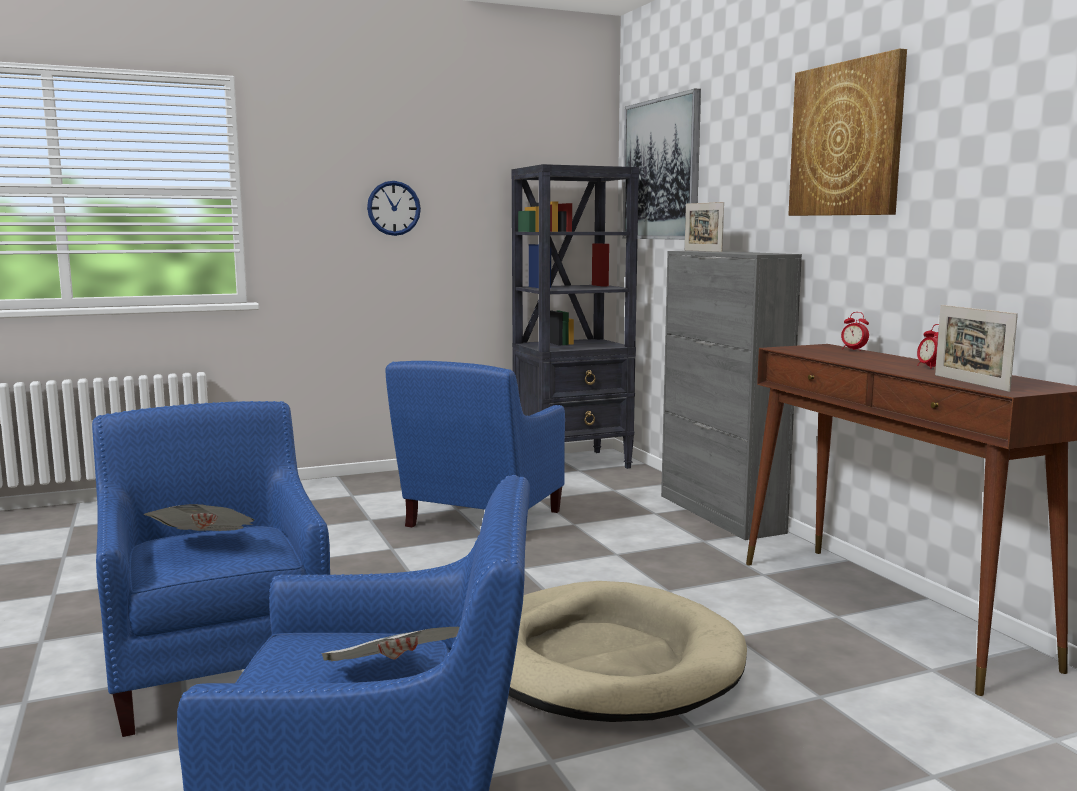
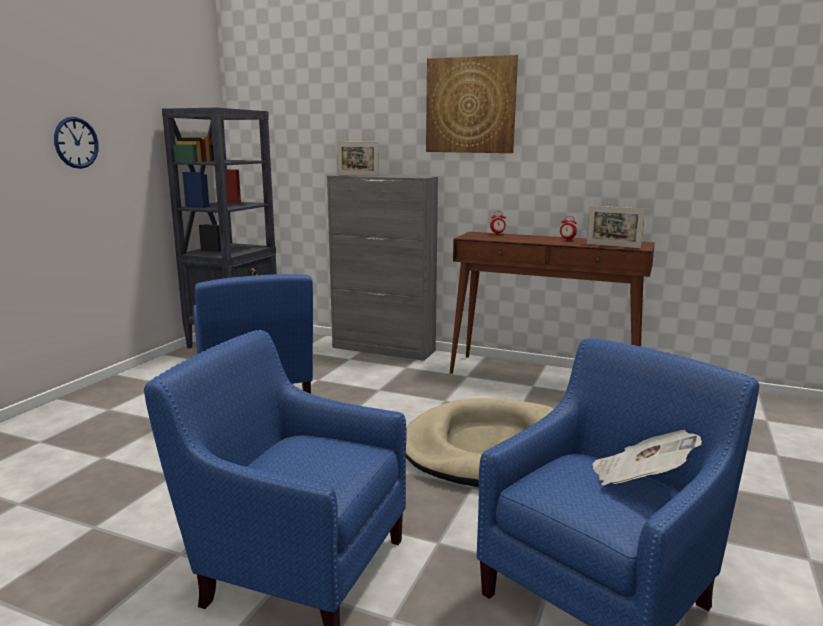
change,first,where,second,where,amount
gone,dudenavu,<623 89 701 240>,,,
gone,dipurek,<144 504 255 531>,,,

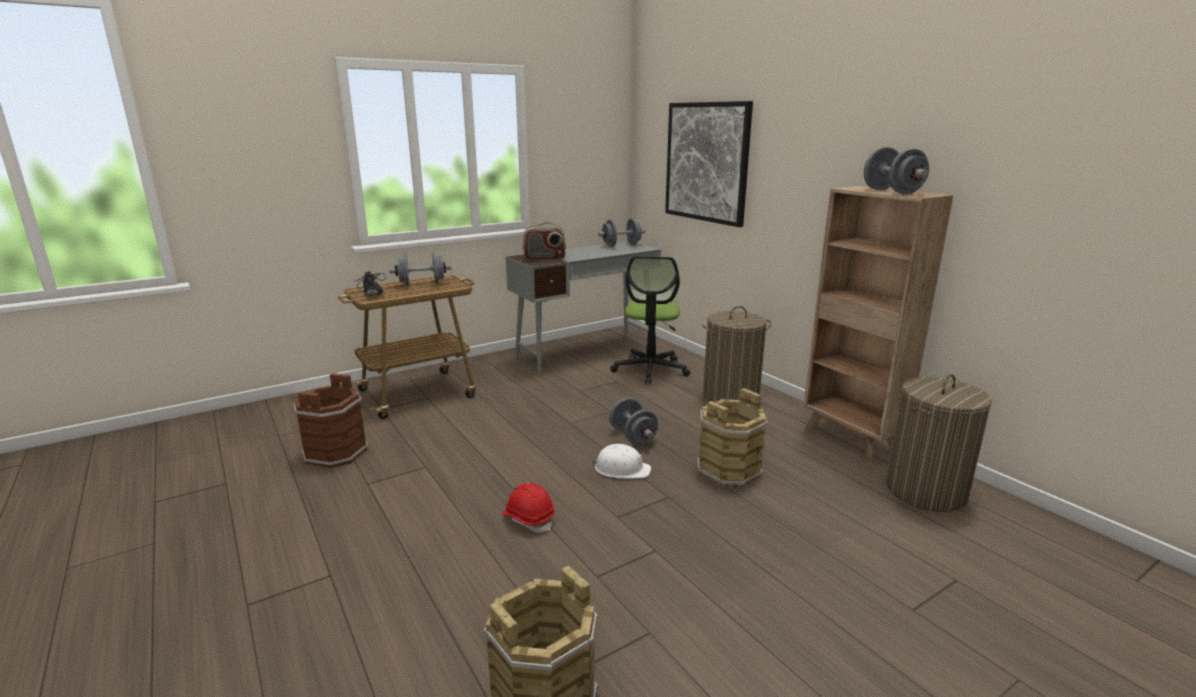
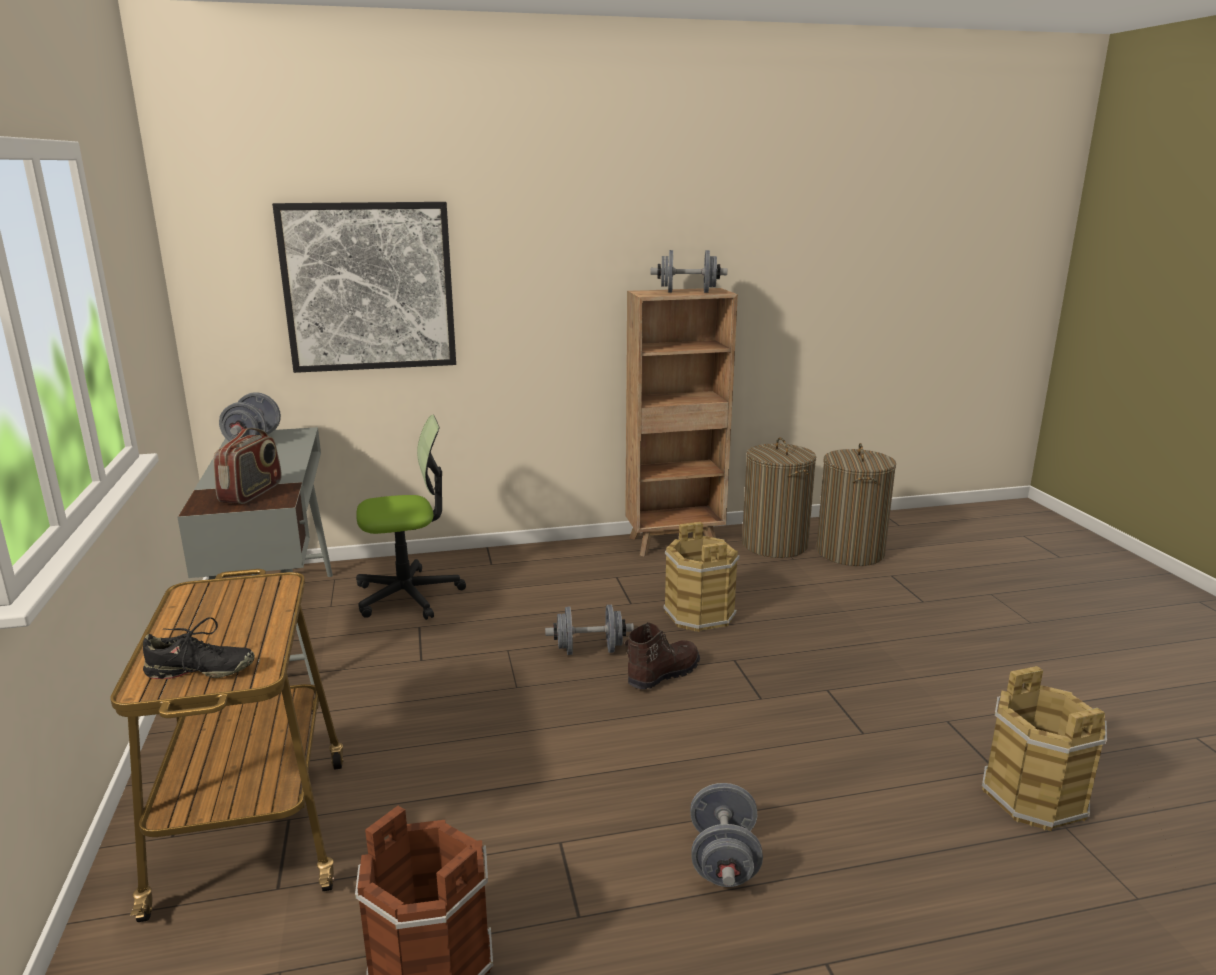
change,first,where,second,where,amount
shifted,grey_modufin,<389 252 452 286>,,<690 783 763 887>,
rotated,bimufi,<610 256 690 384>,,<356 415 466 620>,45 degrees counterclockwise
shifted,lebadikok,<702 306 771 405>,,<816 443 896 566>,
swapped,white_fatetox,<591 444 651 478>,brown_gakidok,<625 622 700 689>,
gone,red_fatetox,<502 483 555 533>,,,

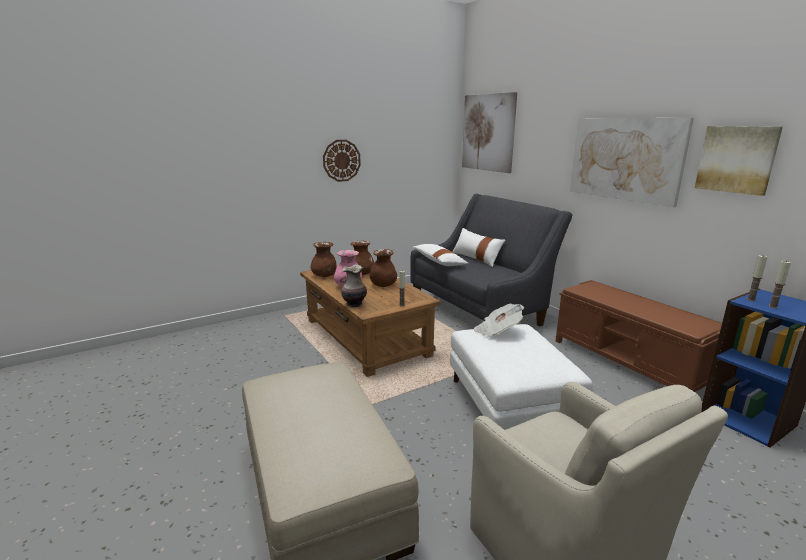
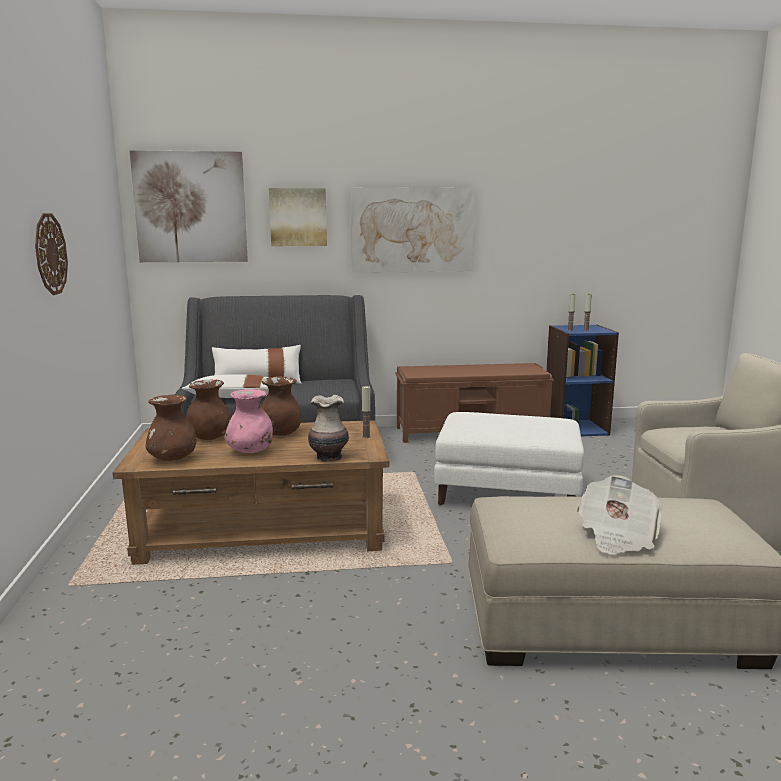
change,first,where,second,where,amount
shifted,dudenavu,<695 126 783 196>,,<269 188 327 246>,
shifted,dipurek,<474 304 524 337>,,<577 475 663 554>,

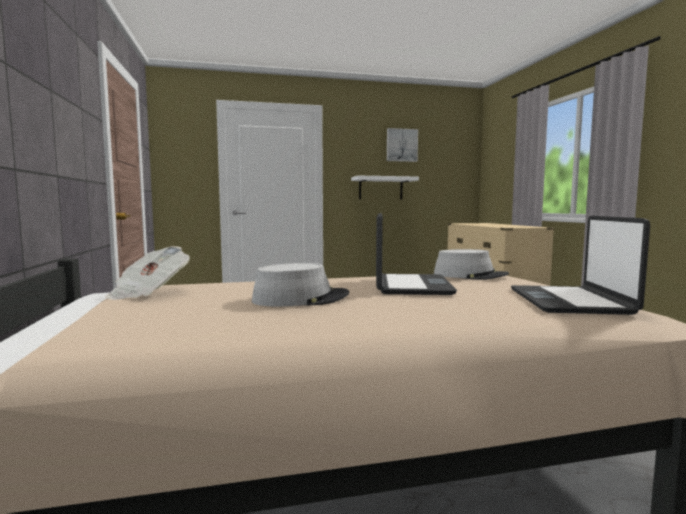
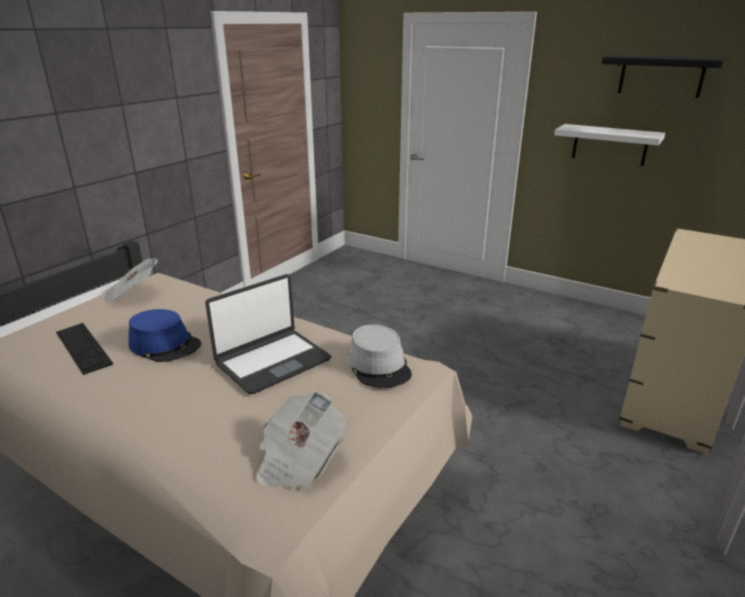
change,first,where,second,where,amount
swapped,dudenavu,<387 128 418 162>,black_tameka,<602 55 725 98>,
swapped,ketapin,<511 216 650 315>,dipurek,<256 391 347 489>,
repainted,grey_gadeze,<252 263 349 306>,blue_gadeze,<128 309 201 362>,
new,,,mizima,<56 323 113 375>,

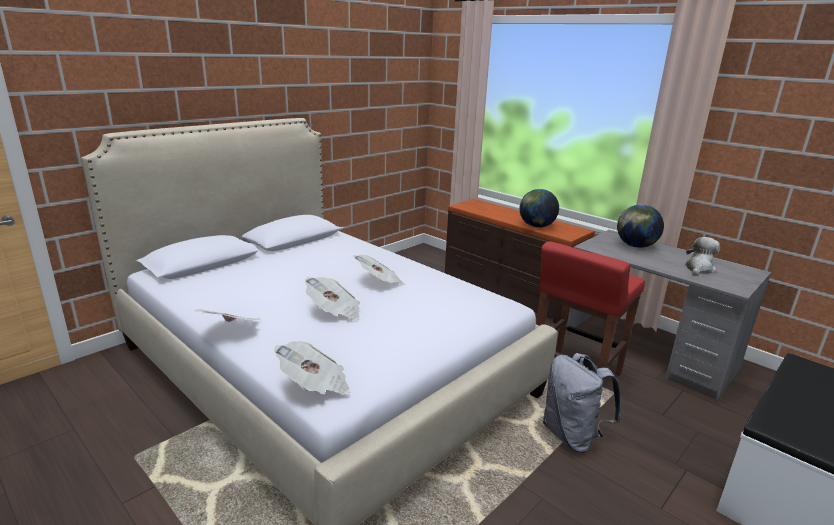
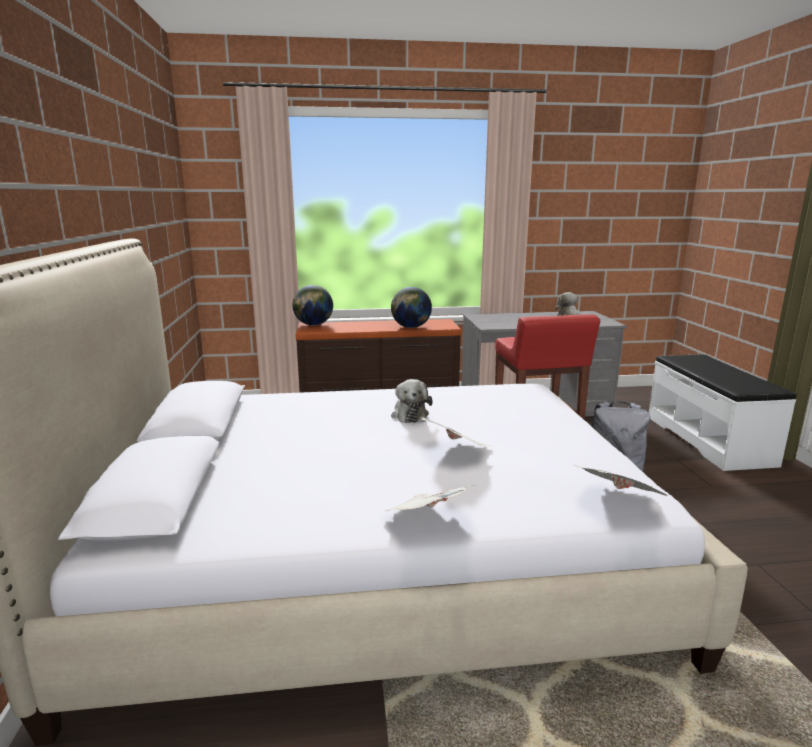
change,first,where,second,where,amount
shifted,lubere,<617 205 664 248>,,<293 285 333 326>,
swapped,dipurek,<353 255 406 285>,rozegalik,<391 379 432 423>,

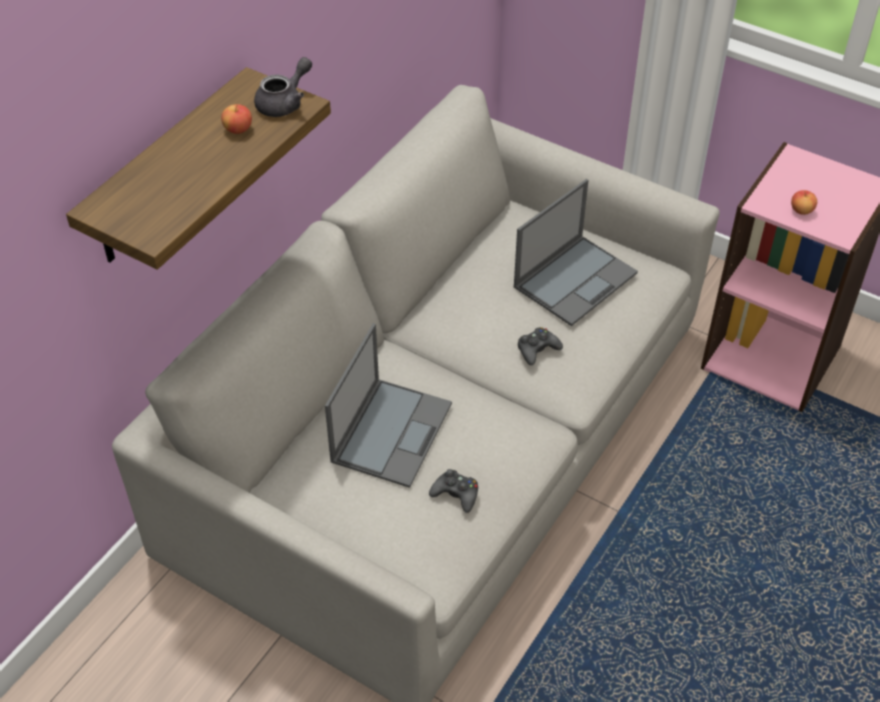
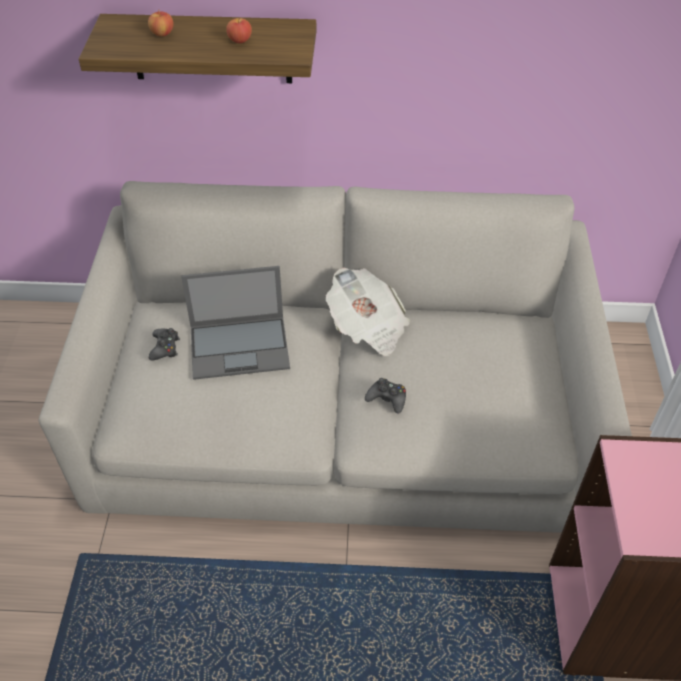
change,first,where,second,where,amount
gone,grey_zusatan,<254 57 312 117>,,,
gone,ketapin,<514 179 638 326>,,,
shifted,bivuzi,<791 190 817 215>,,<148 10 173 36>,
shifted,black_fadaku,<429 469 478 513>,,<149 328 180 360>,
new,,,dipurek,<326 267 410 356>,

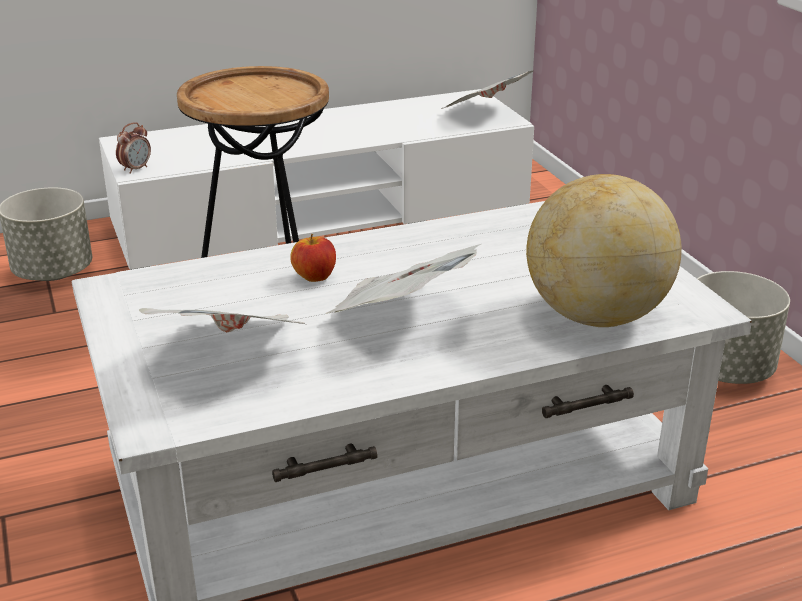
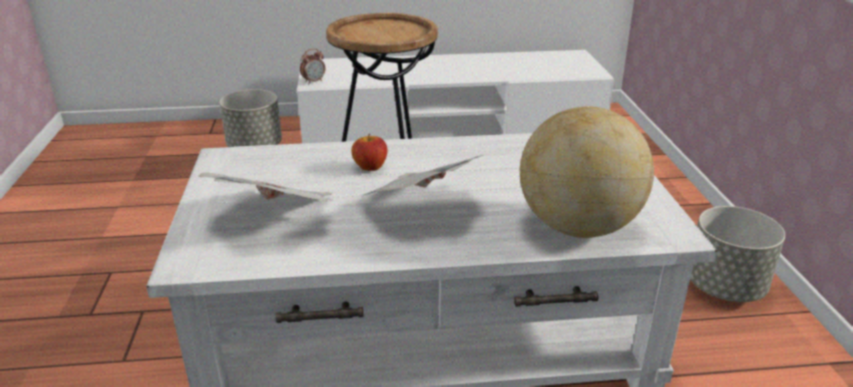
change,first,where,second,where,amount
gone,dipurek,<441 71 534 109>,,,

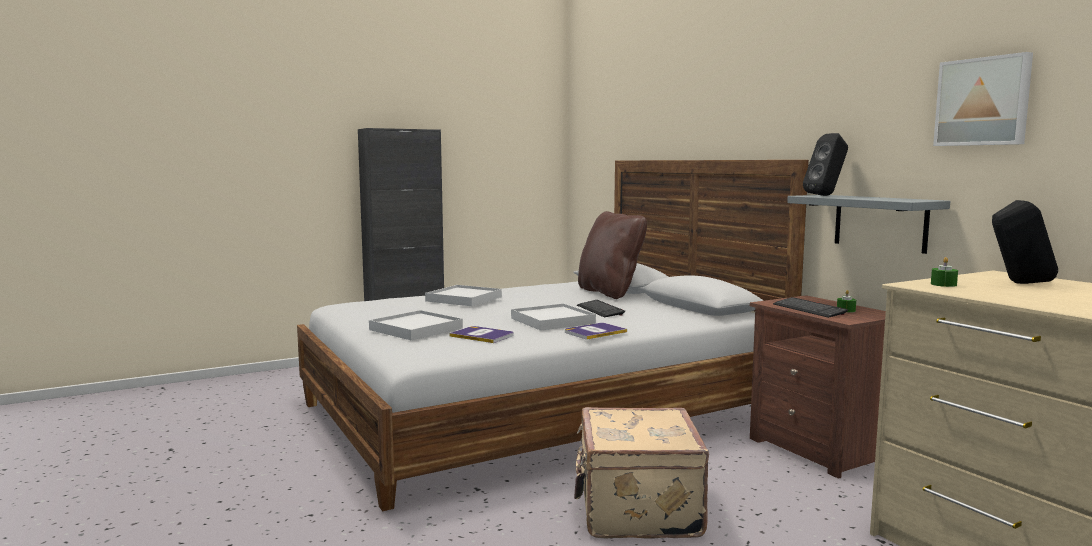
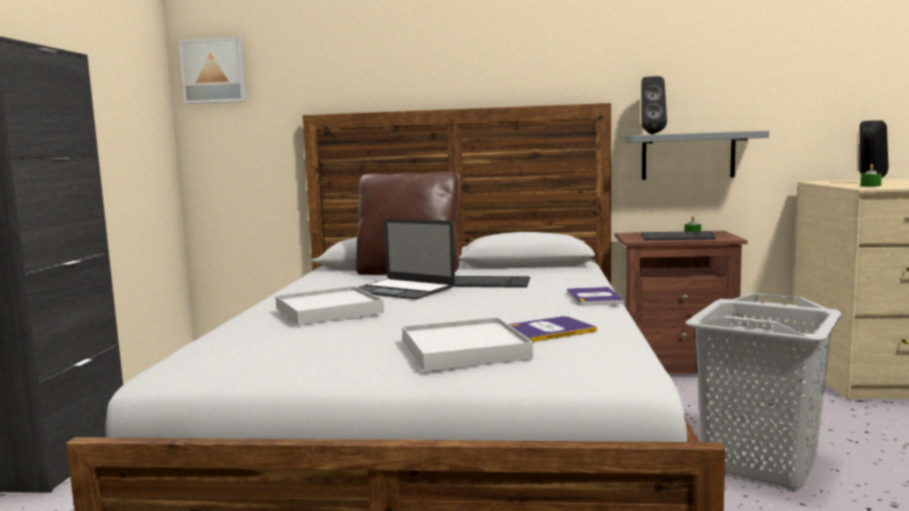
change,first,where,second,where,amount
shifted,dudenavu,<933 52 1033 146>,,<179 37 246 104>,
gone,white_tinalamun,<511 303 596 331>,,,
swapped,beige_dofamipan,<574 407 709 538>,grey_lebadikok,<685 293 842 488>,
new,,,ketapin,<357 218 455 299>,

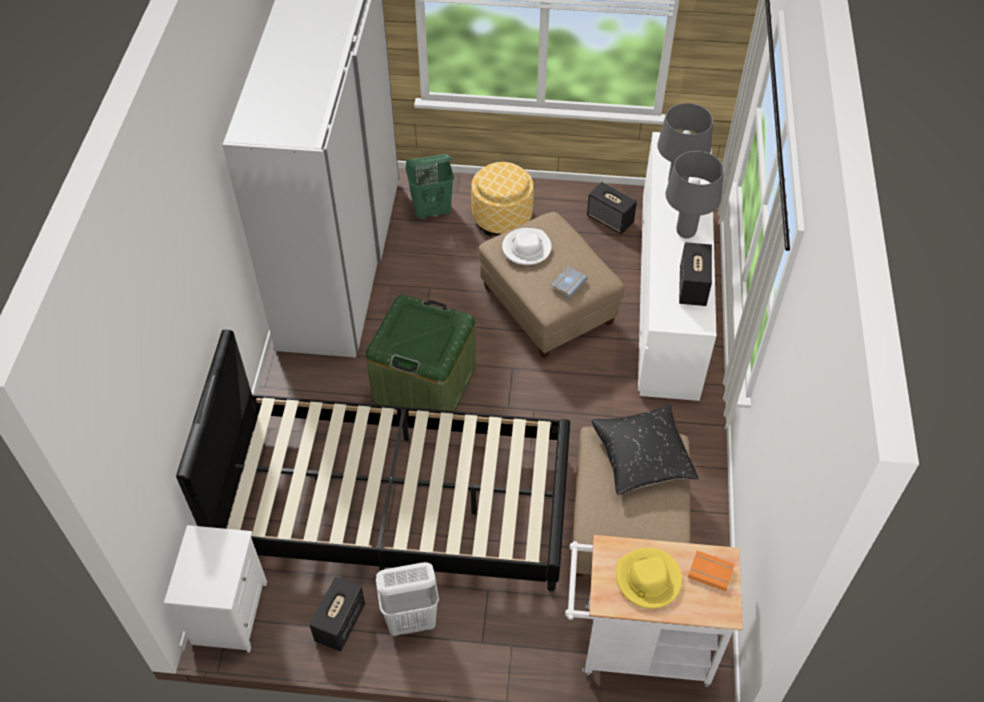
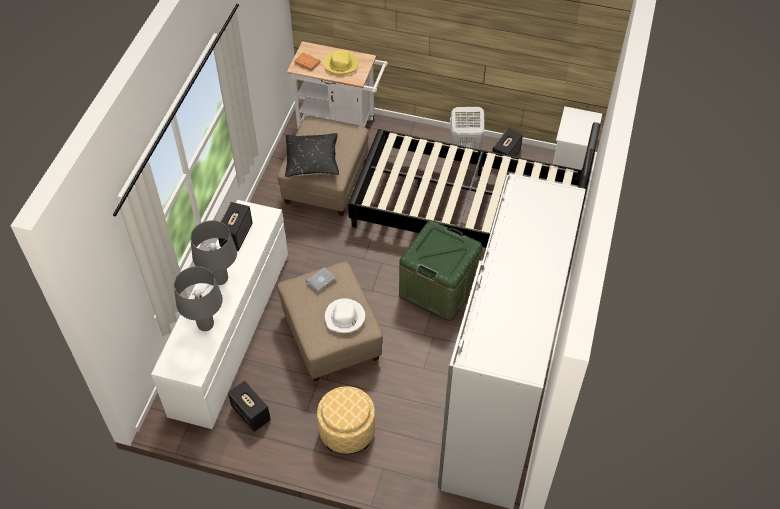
change,first,where,second,where,amount
gone,green_lebadikok,<405 154 454 219>,,,

